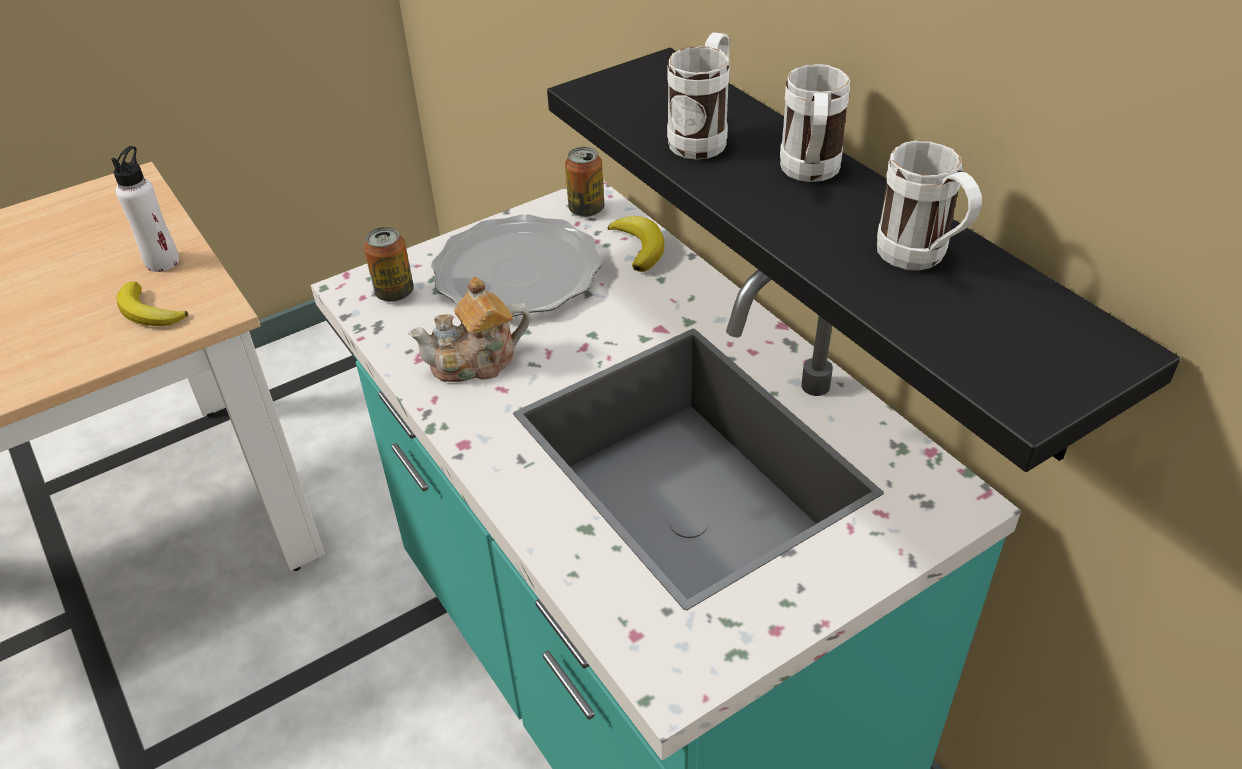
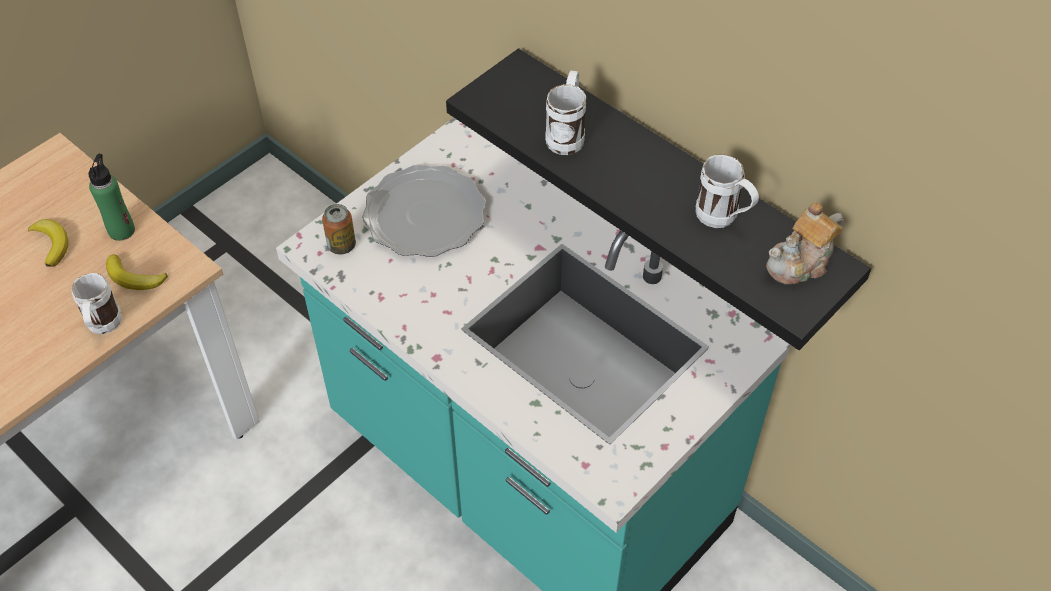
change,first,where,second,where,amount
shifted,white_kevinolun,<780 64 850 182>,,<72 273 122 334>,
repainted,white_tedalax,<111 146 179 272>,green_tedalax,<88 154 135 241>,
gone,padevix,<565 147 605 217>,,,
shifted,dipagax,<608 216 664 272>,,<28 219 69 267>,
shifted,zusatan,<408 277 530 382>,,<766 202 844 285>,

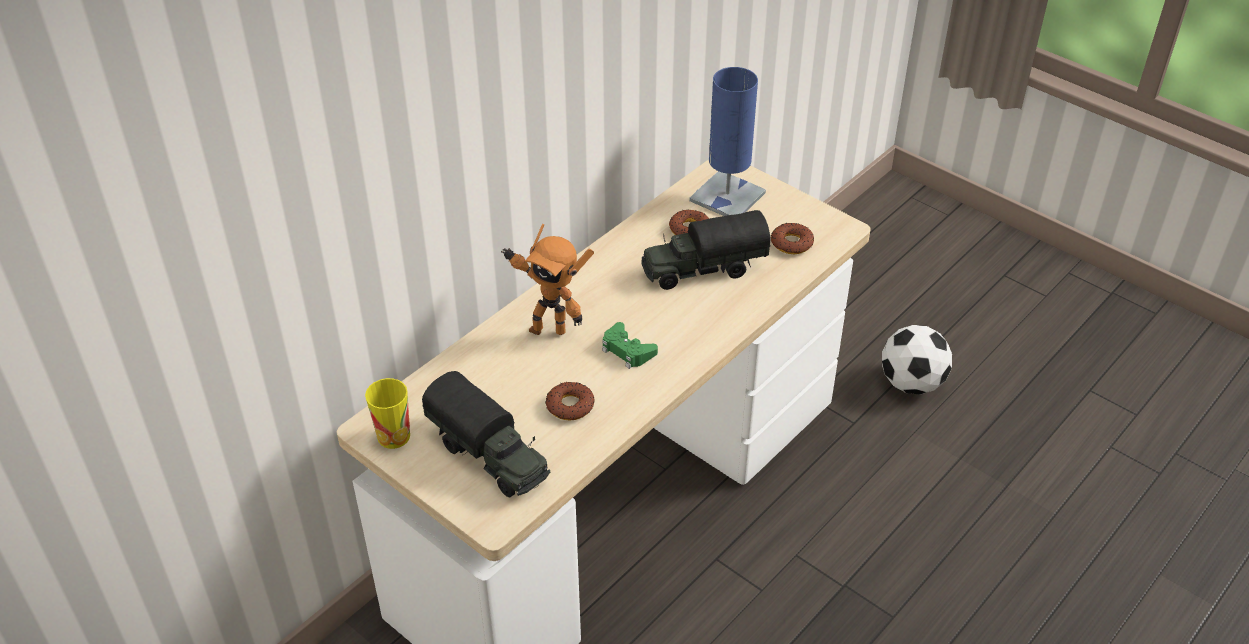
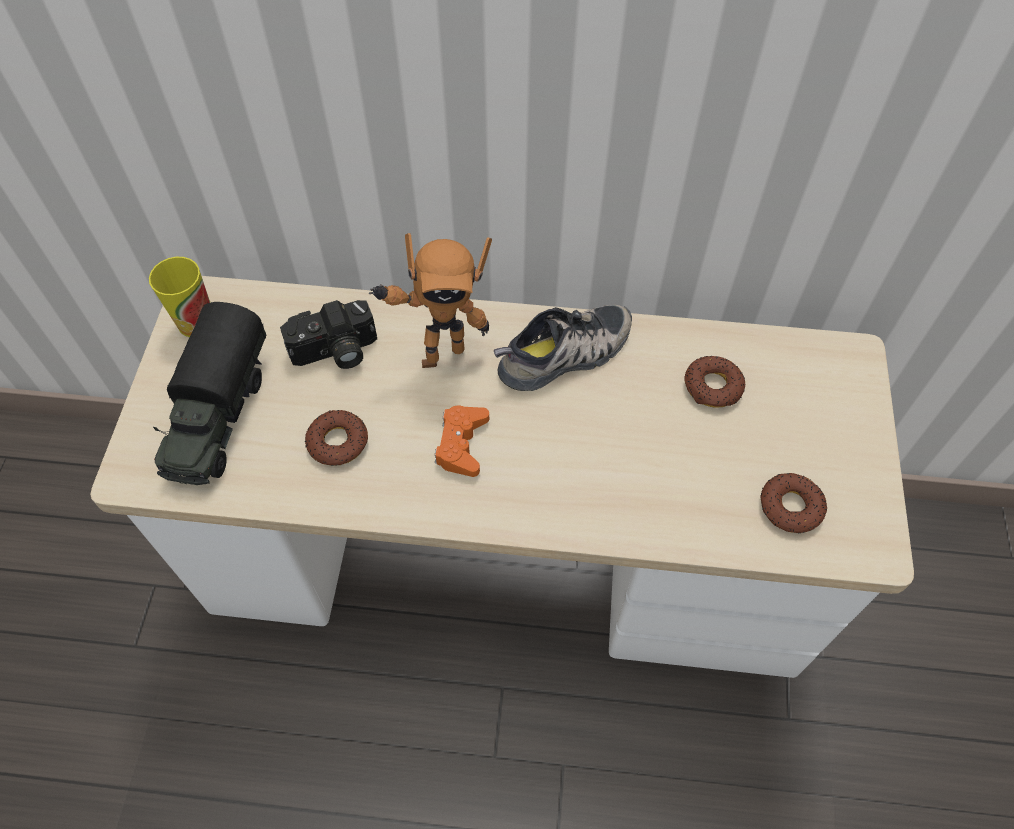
change,first,where,second,where,amount
gone,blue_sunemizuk,<689 67 766 216>,,,
gone,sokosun,<641 210 771 290>,,,
rotated,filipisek,<501 224 594 335>,,<369 233 492 368>,90 degrees counterclockwise
repainted,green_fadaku,<602 322 658 369>,orange_fadaku,<435 405 489 477>,
gone,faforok,<882 325 952 395>,,,
new,,,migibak,<280 300 377 369>,
new,,,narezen,<494 305 632 391>,

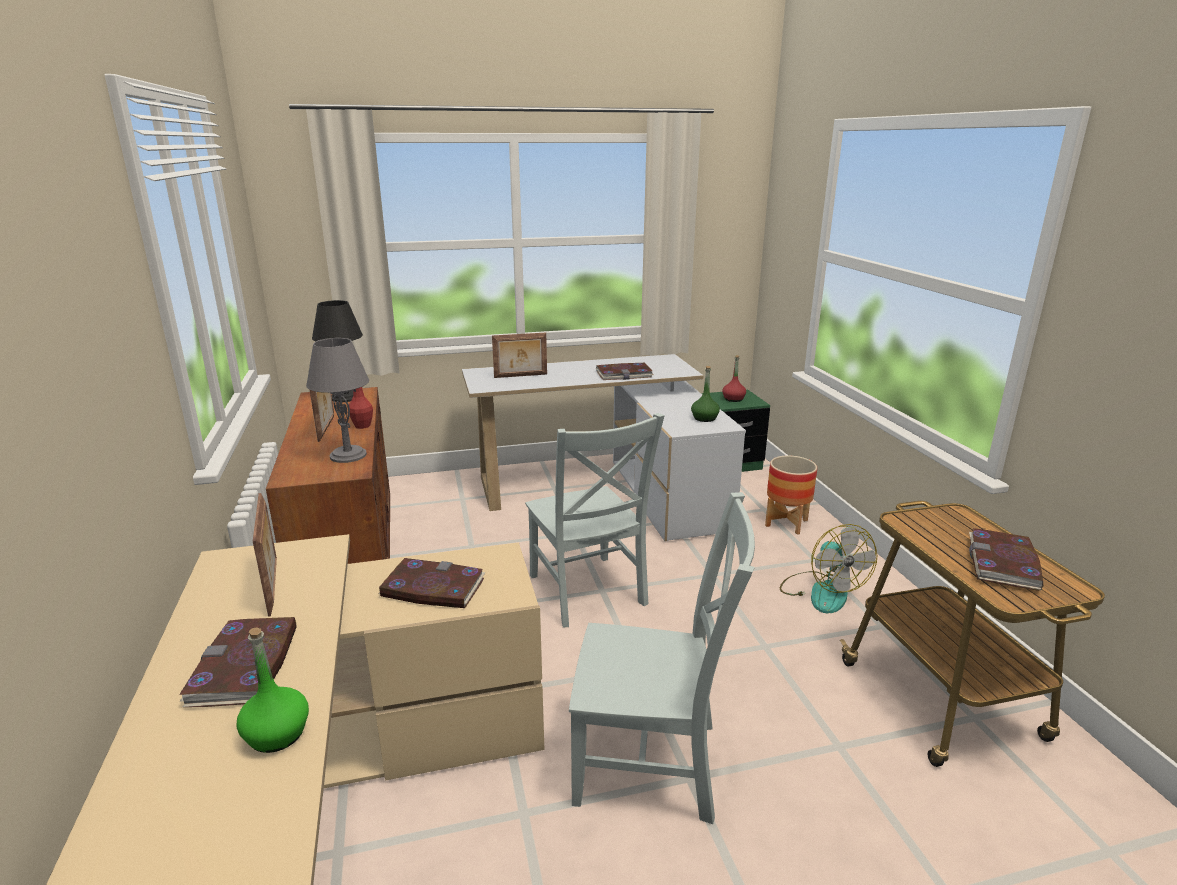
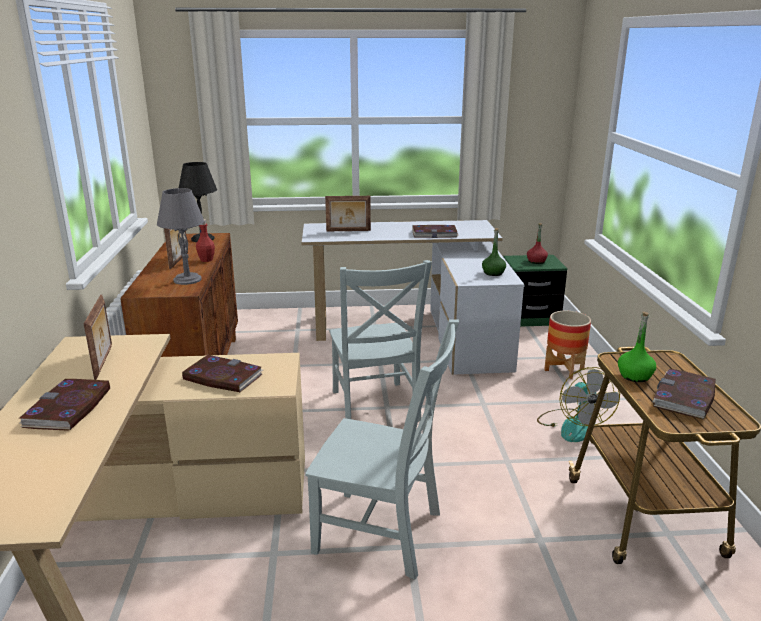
change,first,where,second,where,amount
shifted,green_tedalax,<237 627 309 753>,,<618 312 656 382>,

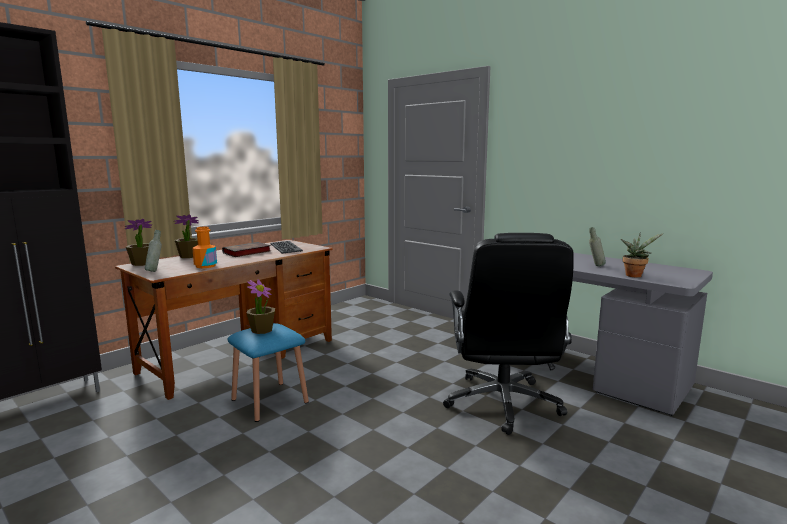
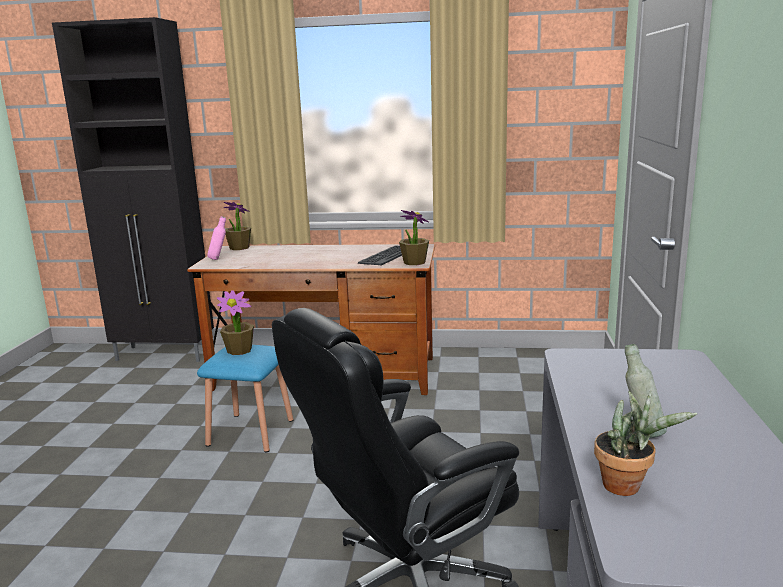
change,first,where,second,where,amount
shifted,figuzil,<175 215 199 258>,,<399 210 429 265>,
gone,orange_tedalax,<192 227 217 268>,,,
repainted,grey_tedalax,<145 230 162 272>,pink_tedalax,<207 216 226 260>,
gone,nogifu,<222 242 271 257>,,,

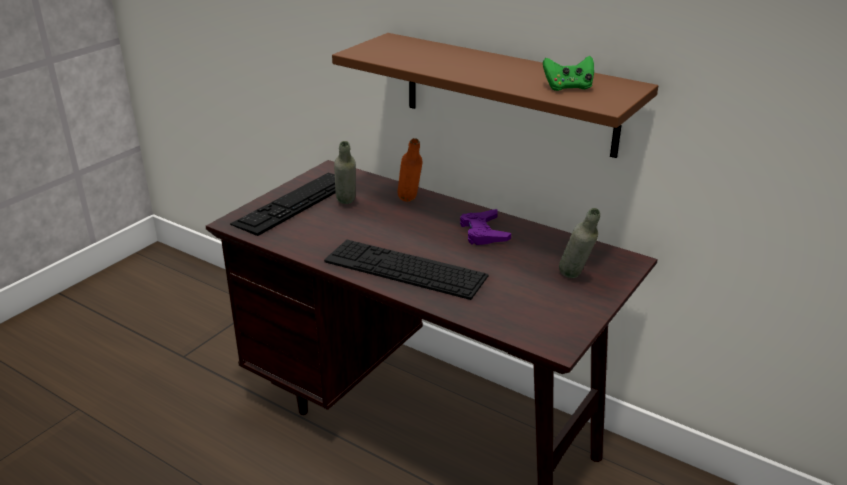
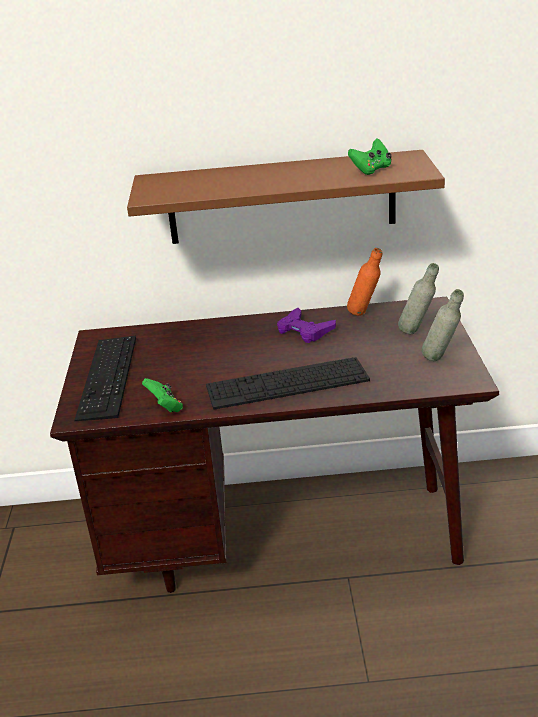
change,first,where,second,where,amount
shifted,orange_tedalax,<397 138 422 202>,,<347 248 382 316>,
shifted,grey_tedalax,<334 141 356 204>,,<422 289 464 361>,
new,,,green_fadaku,<142 378 183 412>,

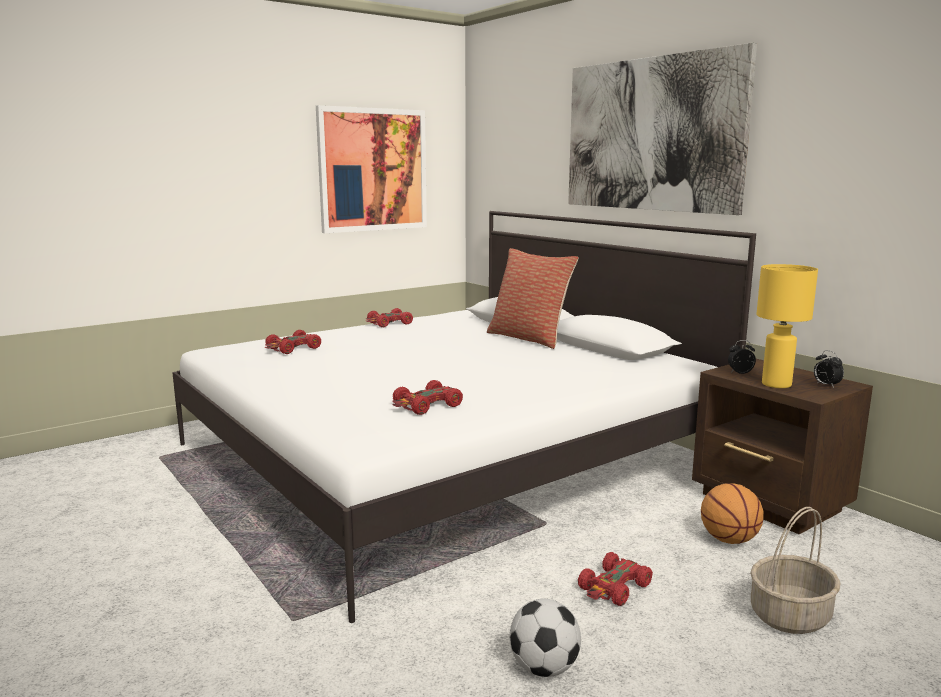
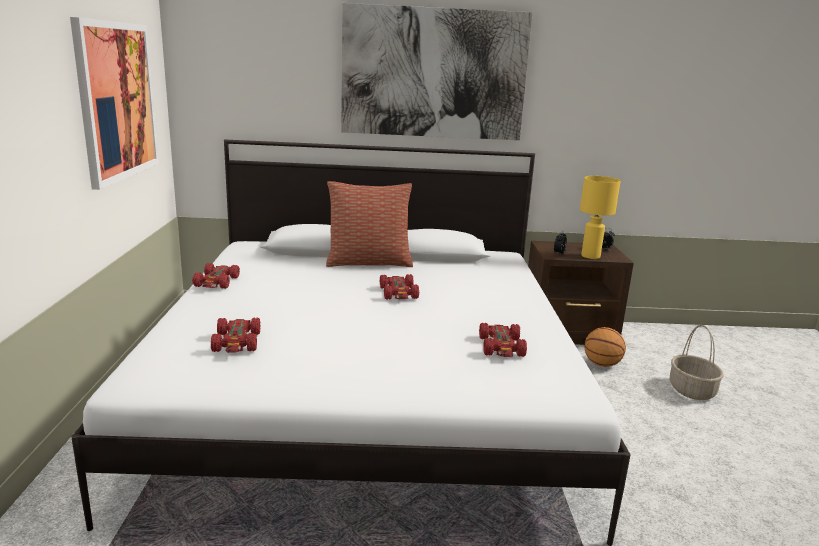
change,first,where,second,where,amount
shifted,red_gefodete,<578 552 653 606>,,<380 274 419 300>,
gone,faforok,<510 599 581 677>,,,

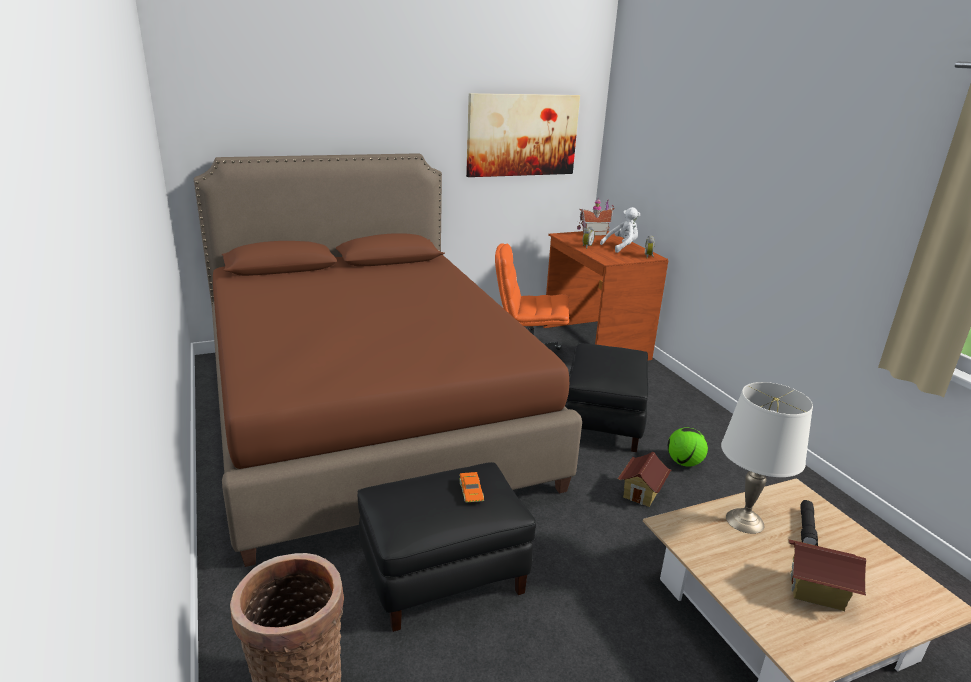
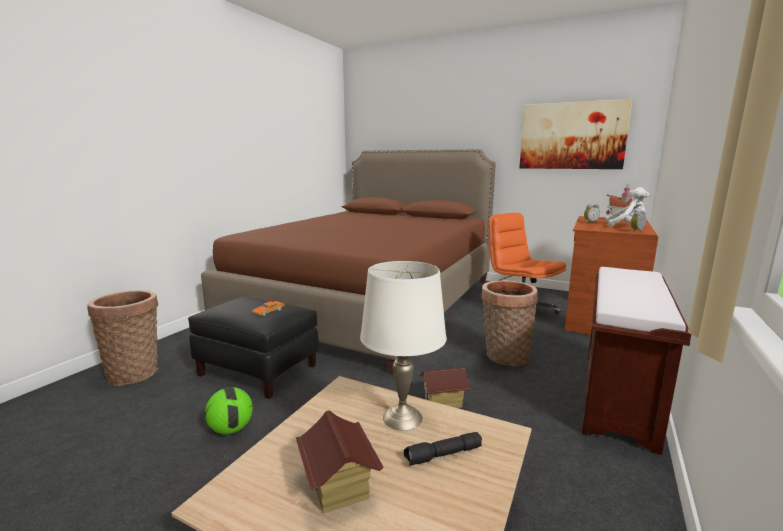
change,first,where,second,where,amount
swapped,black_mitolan,<565 343 648 452>,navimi,<481 280 538 366>,
shifted,faforok,<668 427 708 466>,,<205 387 253 434>,
new,,,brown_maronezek,<582 267 691 455>,

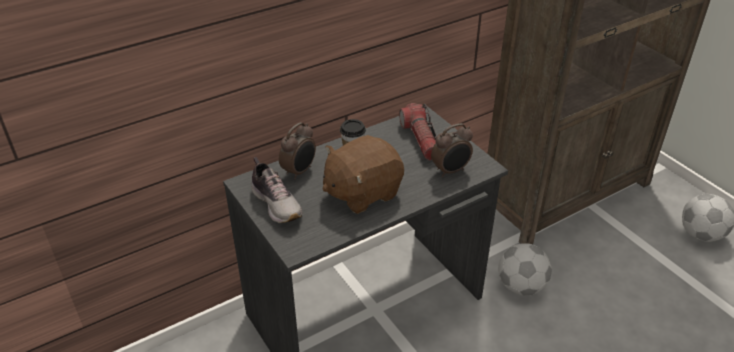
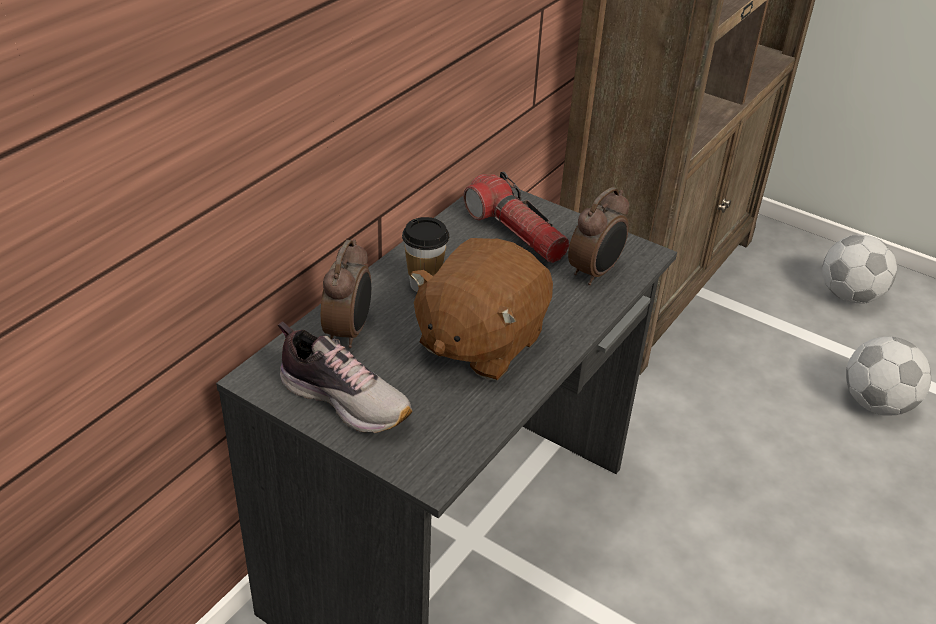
change,first,where,second,where,amount
shifted,faforok,<498 243 552 296>,,<846 336 931 416>,

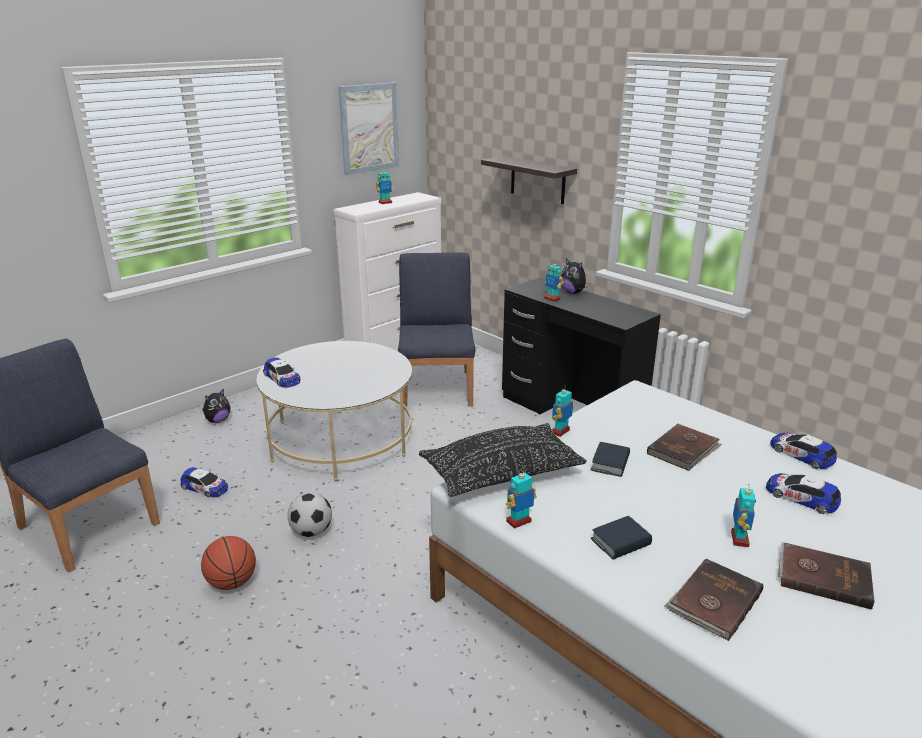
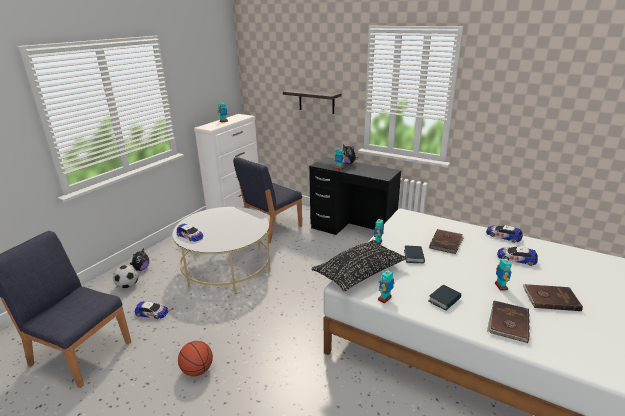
change,first,where,second,where,amount
gone,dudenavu,<338 83 399 175>,,,
rotated,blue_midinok,<398 252 475 407>,,<233 157 302 243>,120 degrees counterclockwise
shifted,faforok,<288 493 332 537>,,<113 265 138 288>,

